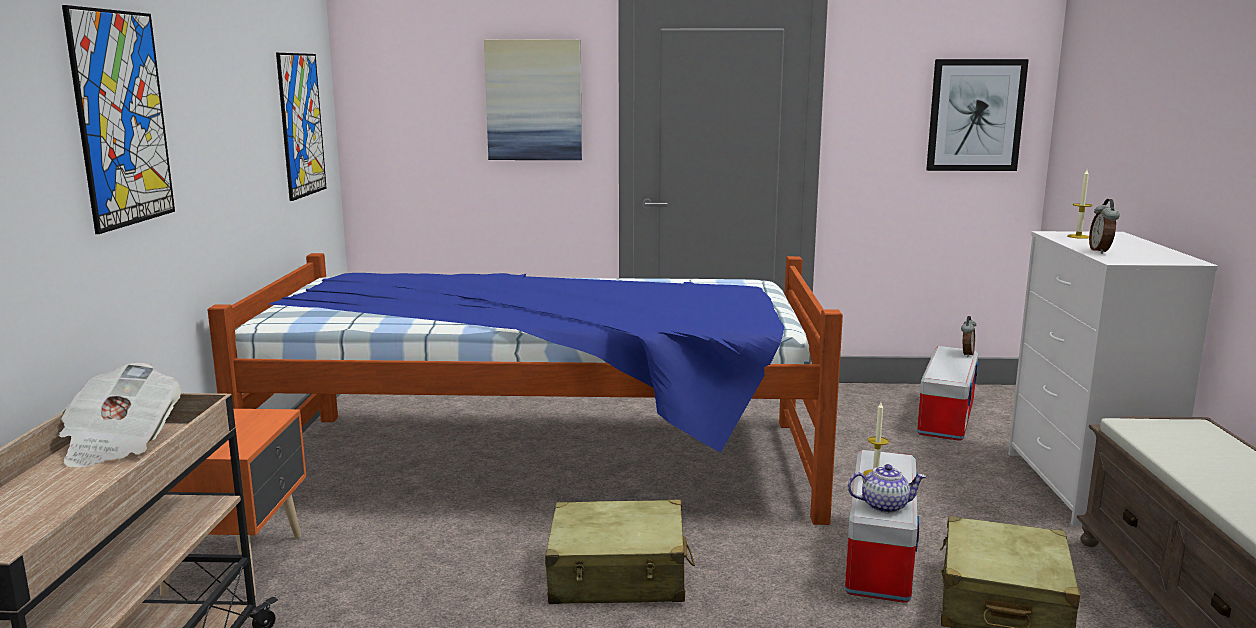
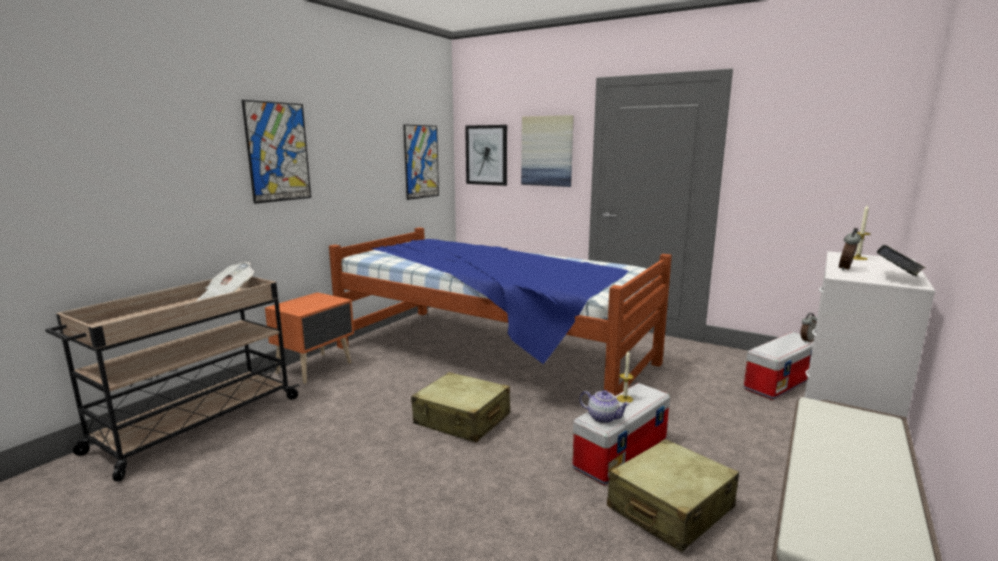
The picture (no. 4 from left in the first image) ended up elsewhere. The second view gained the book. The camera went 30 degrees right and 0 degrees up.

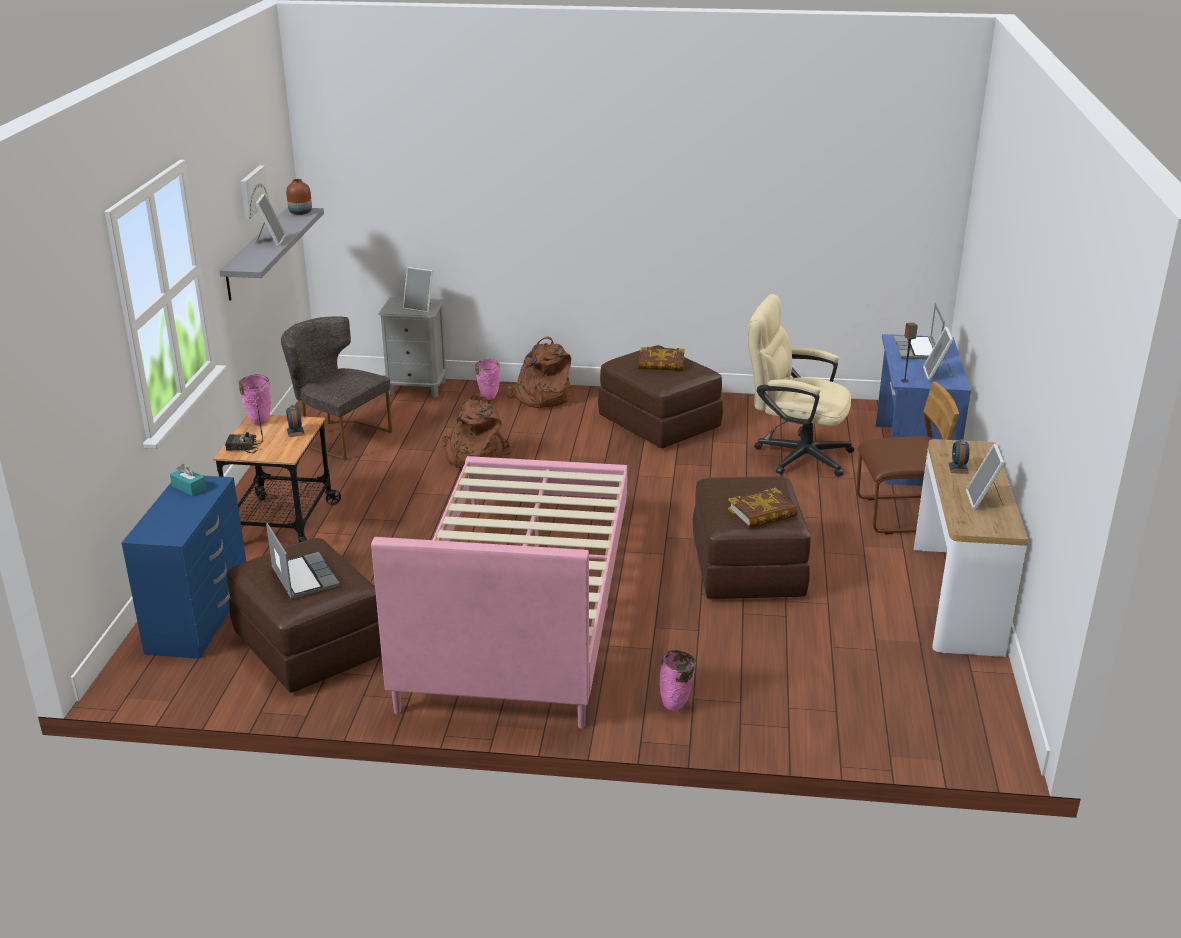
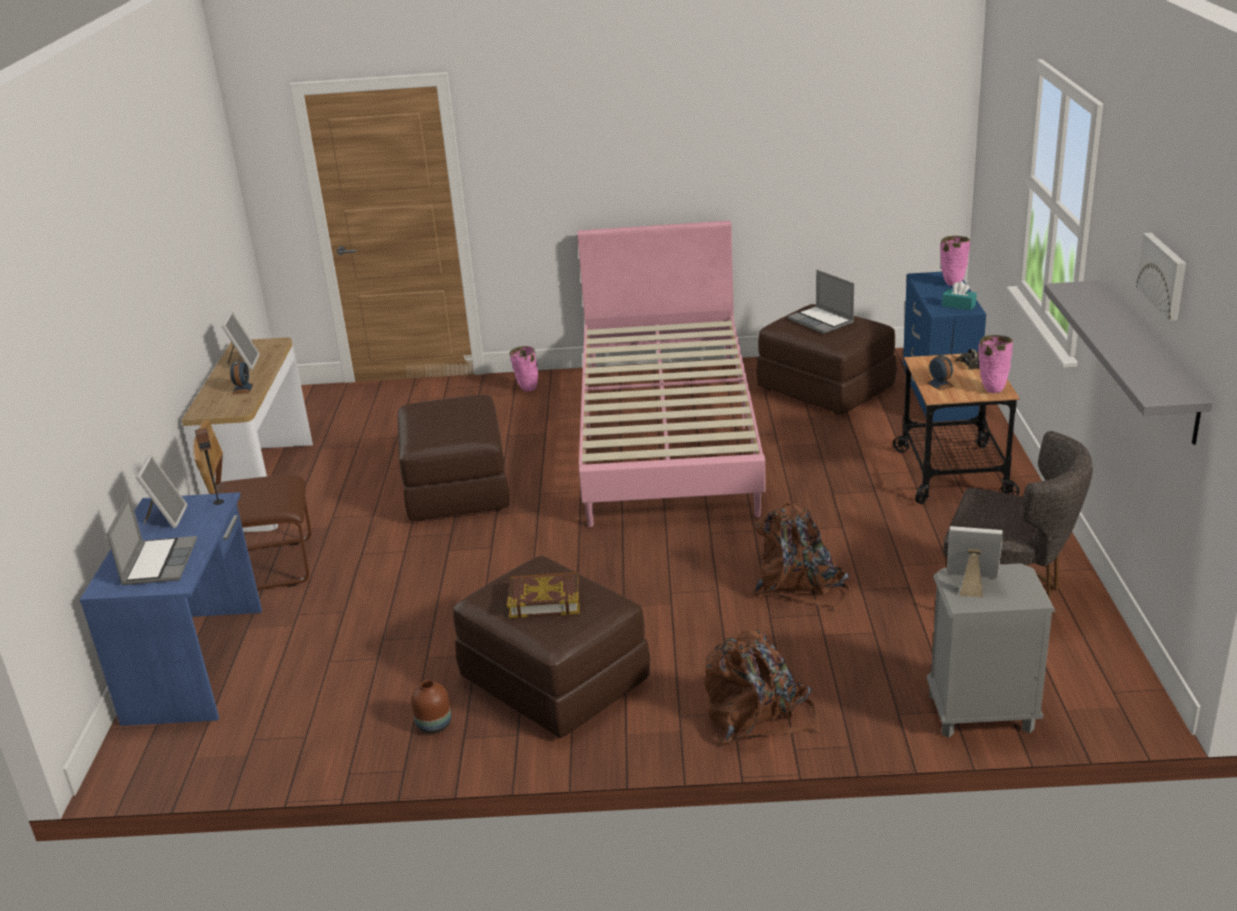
The brown vase ended up elsewhere. The pink vase (no. 2 from left) ended up elsewhere. The second view lost the picture frame (no. 1 from left). The second view lost the book (no. 2 from left). The second view lost the beige office chair. The camera went 175 degrees right and 0 degrees up.

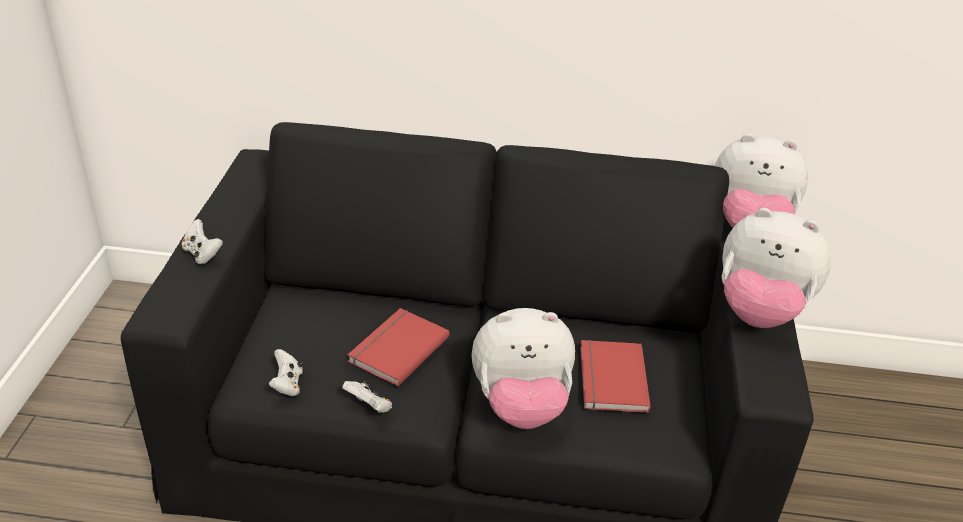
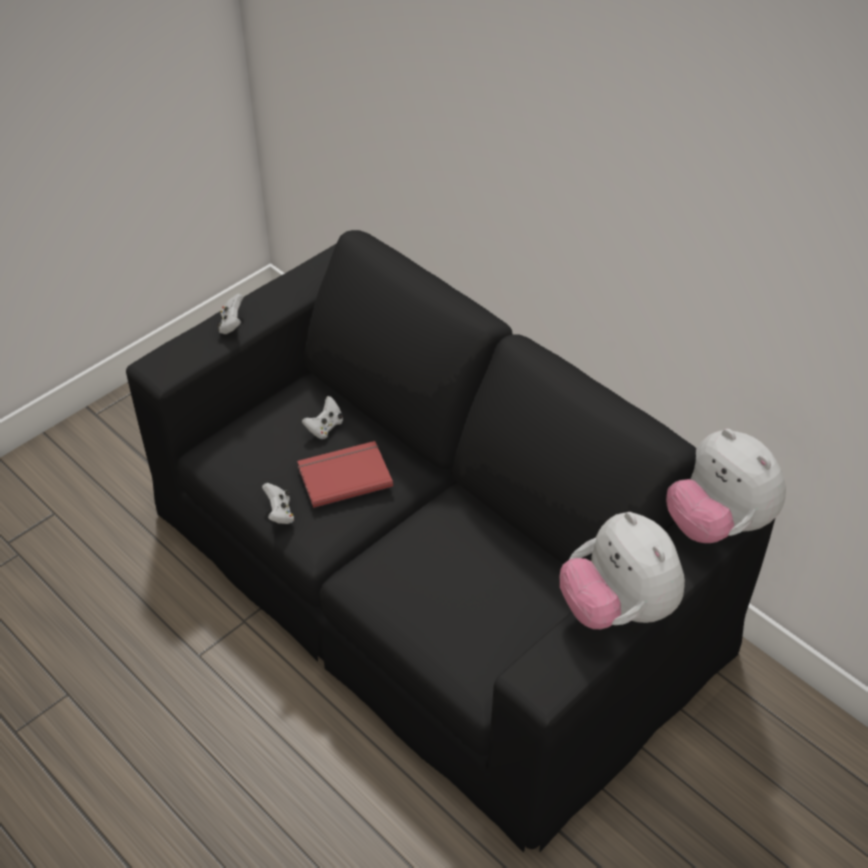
The white game controller (no. 2 from left in the first image) ended up elsewhere. The second view lost the plush toy (no. 1 from left). The second view lost the red book (no. 2 from left). The camera went 40 degrees right and 10 degrees up.

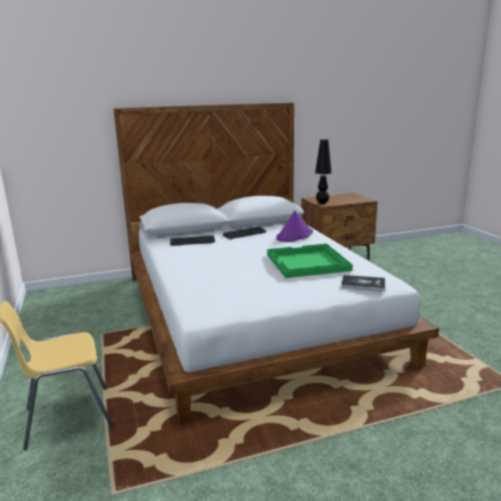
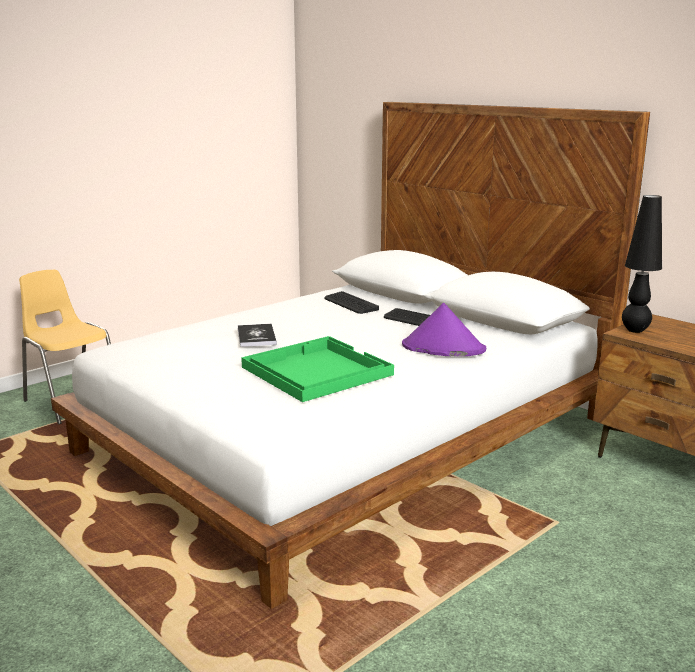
The book ended up elsewhere. The camera went 65 degrees right and 0 degrees up.

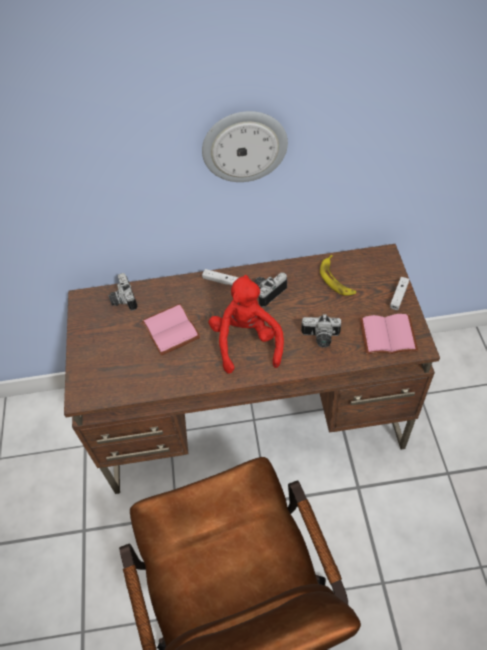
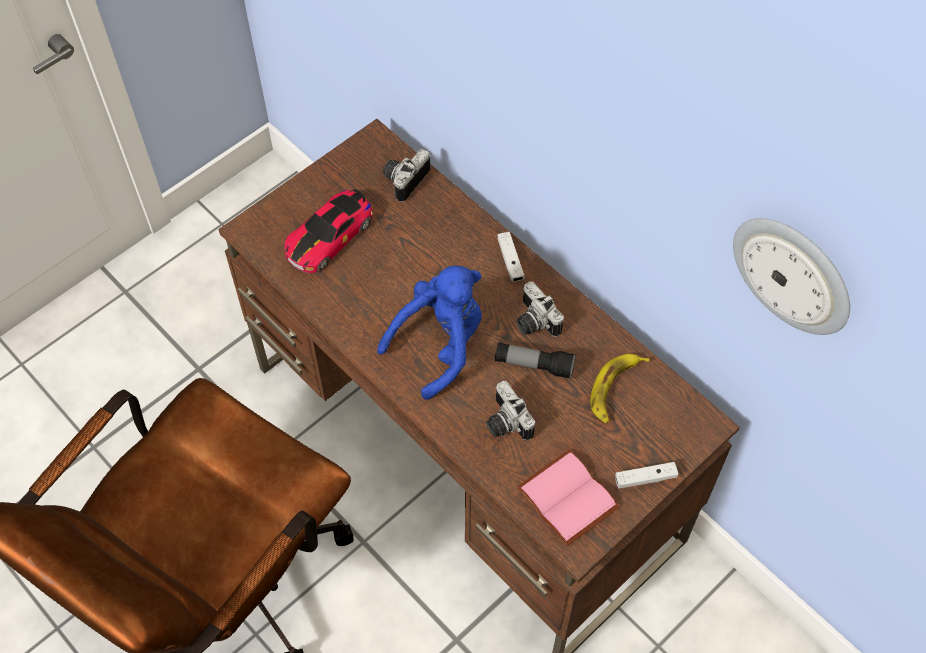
The second view gained the toy car. What was the red plush toy turned into the blue plush toy. The second view gained the flashlight. The photo camera (no. 2 from left in the first image) ended up facing another way, 135 degrees counterclockwise from before. The wall clock ended up elsewhere. The second view lost the pink book (no. 1 from left). The camera went 50 degrees right and 5 degrees up.

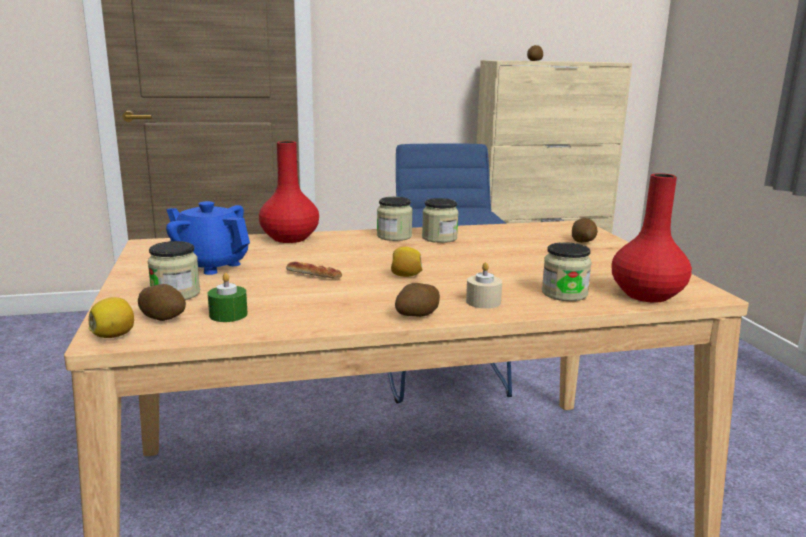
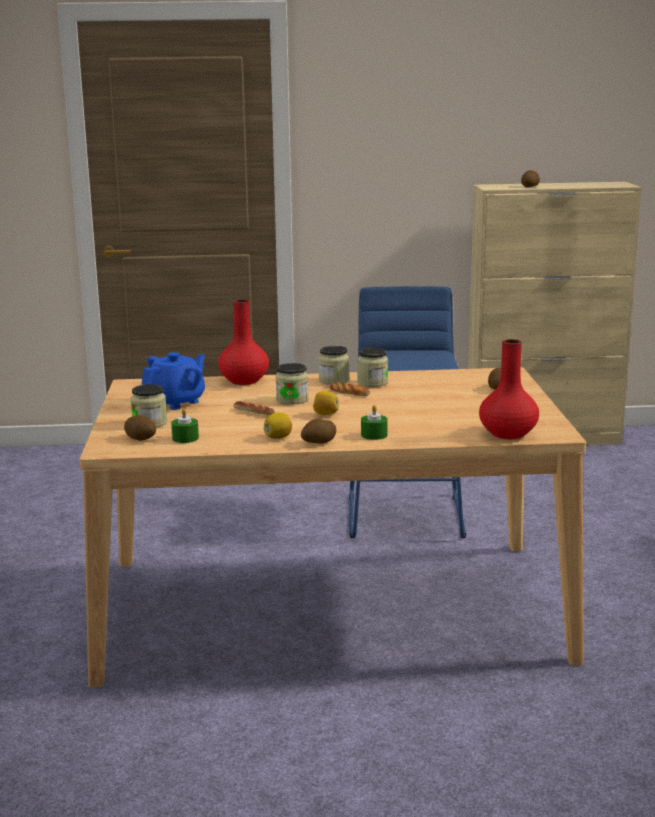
The blue teapot ended up facing another way, 90 degrees clockwise from before. The lemon (no. 1 from left) ended up elsewhere. The jar (no. 4 from left in the first image) ended up elsewhere. The second view gained the bread (no. 2 from left). What was the beige candle turned into the green candle (no. 2 from left). The camera went 10 degrees right and 0 degrees up.

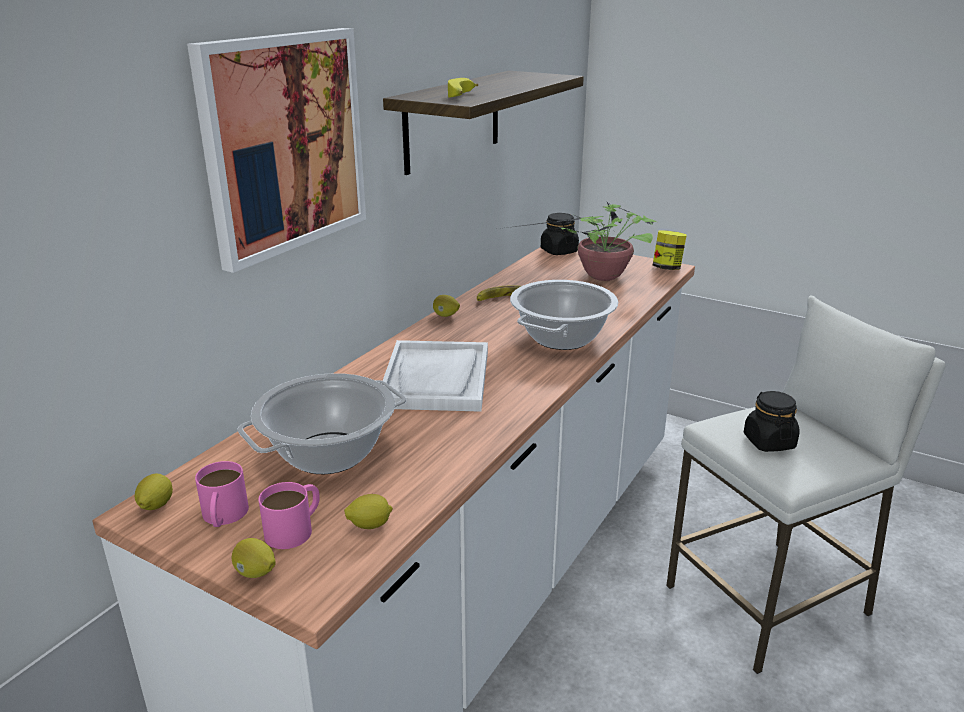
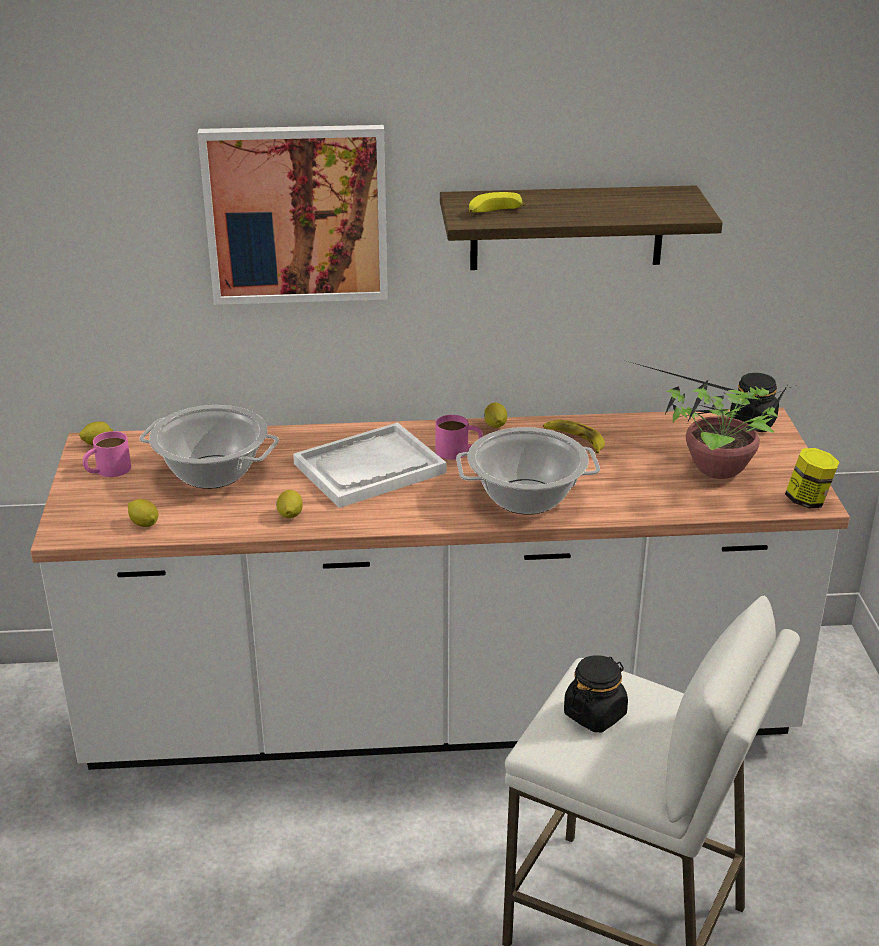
The lemon (no. 2 from left in the first image) ended up elsewhere. The pink mug (no. 2 from left) ended up elsewhere. The camera went 55 degrees right and 5 degrees up.

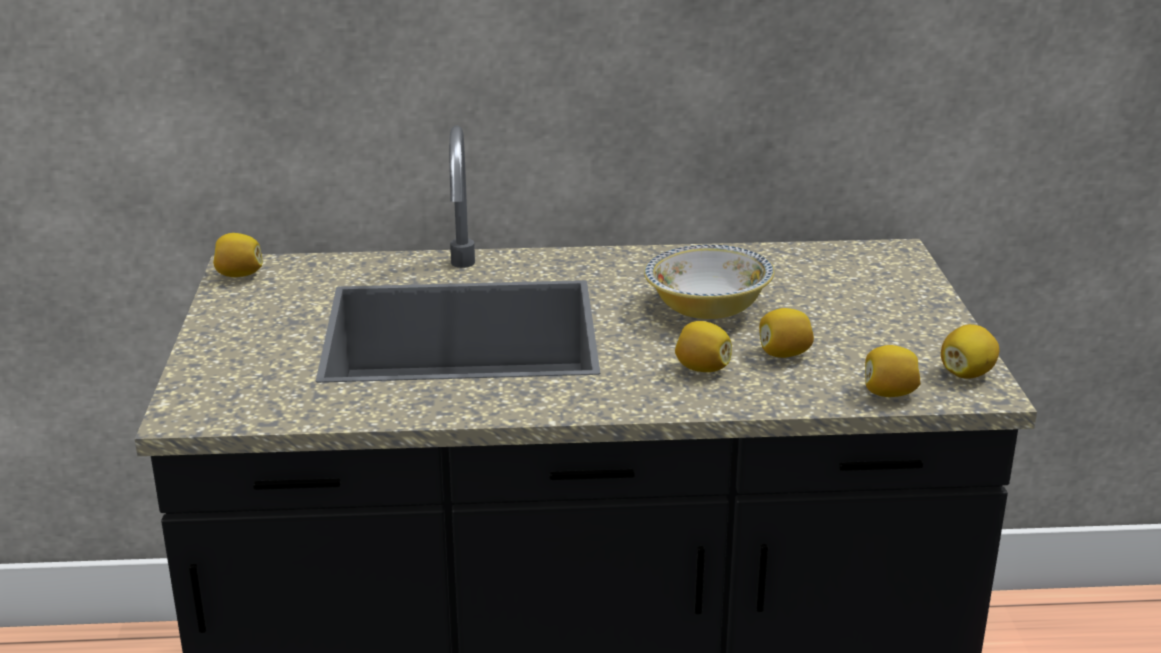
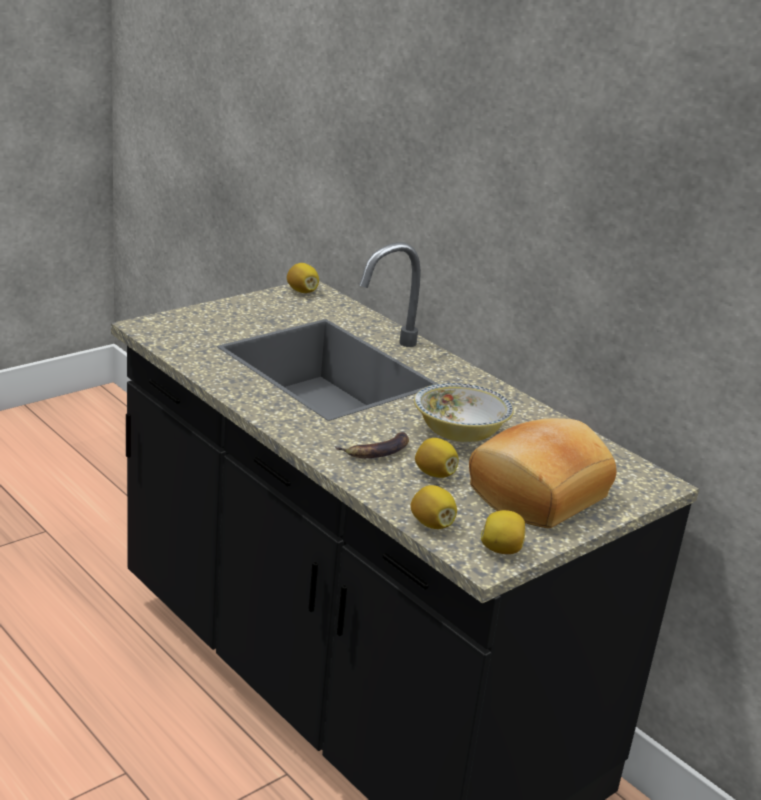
Where the lemon (no. 2 from left) stood, the banana came to stand. The second view gained the bread. The camera went 50 degrees right and 0 degrees up.

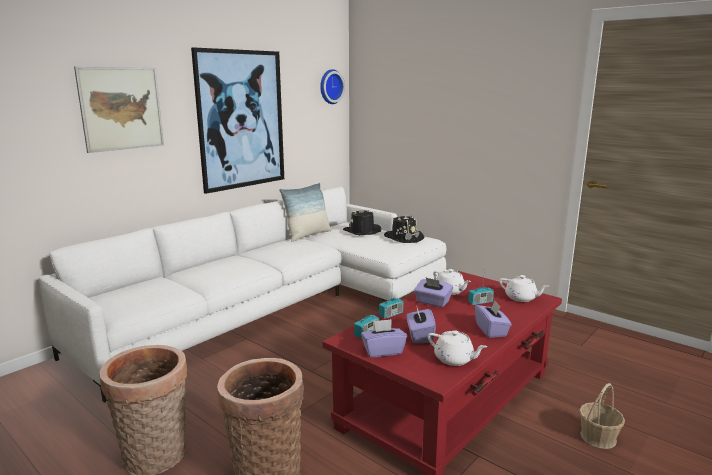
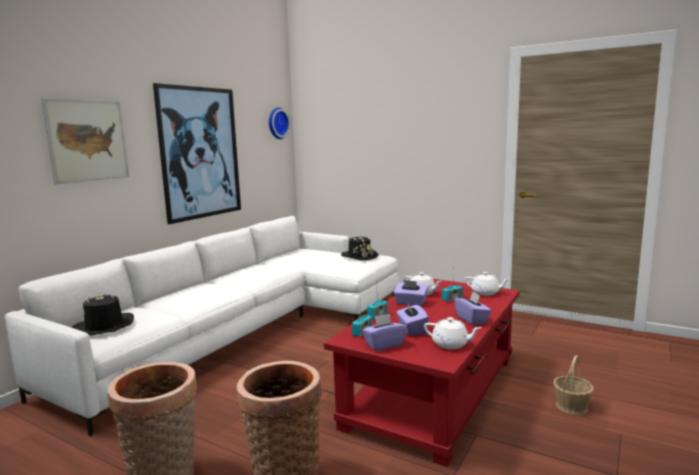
The black hat (no. 1 from left) ended up elsewhere. The second view lost the pillow. The camera went 10 degrees left and 5 degrees down.

